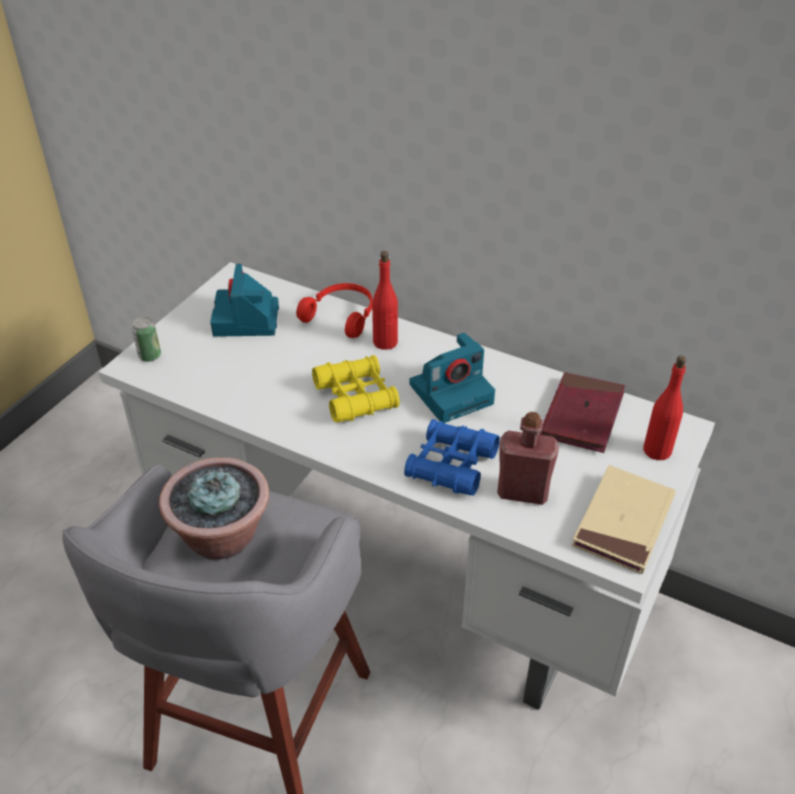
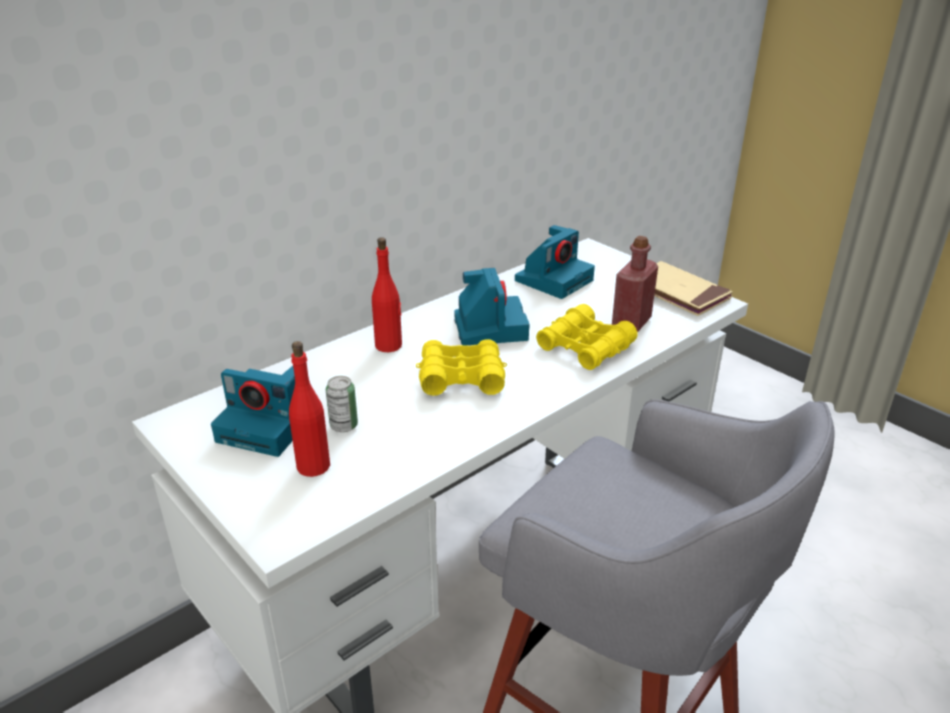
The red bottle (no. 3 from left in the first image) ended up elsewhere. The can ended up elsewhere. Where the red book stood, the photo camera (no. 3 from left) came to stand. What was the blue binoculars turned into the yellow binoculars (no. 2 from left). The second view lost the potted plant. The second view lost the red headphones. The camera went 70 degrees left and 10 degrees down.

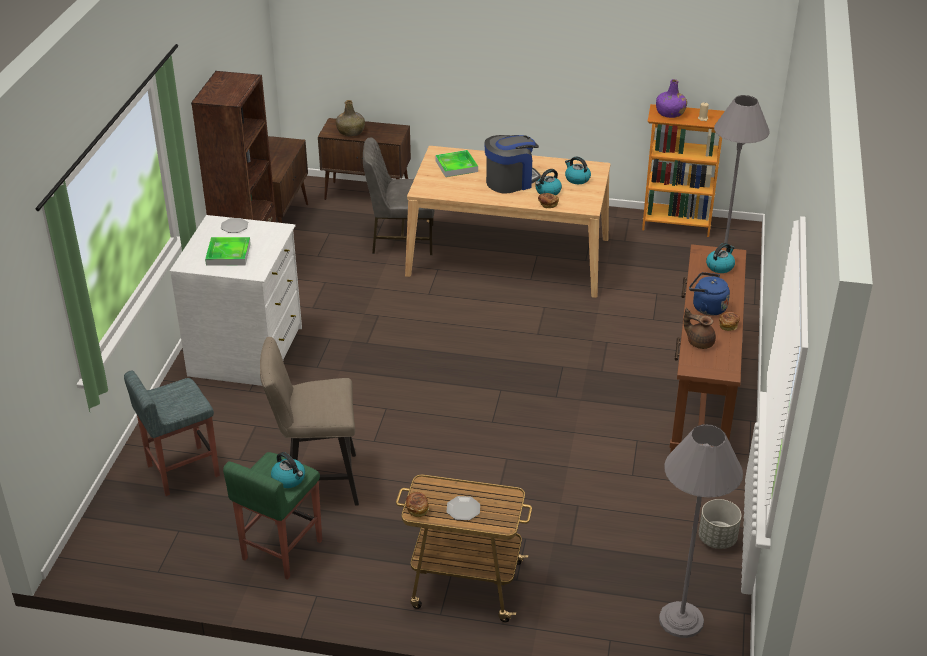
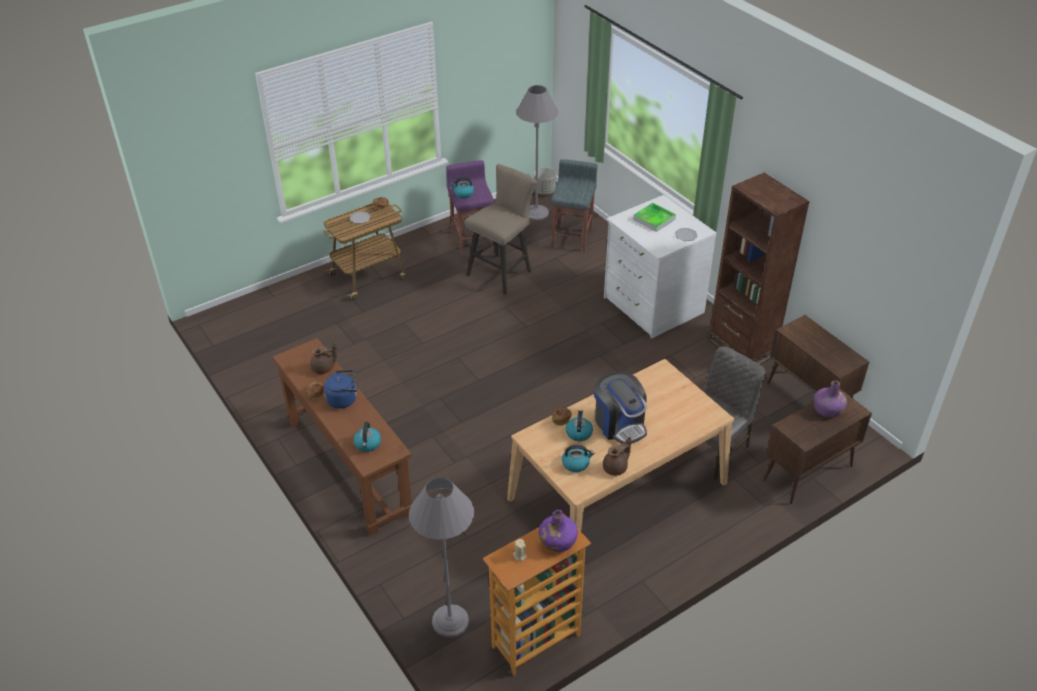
What was the green stool turned into the purple stool. The grey floor lamp (no. 1 from left in the first image) ended up elsewhere. The grey planter ended up elsewhere. The coffee machine ended up facing another way, 45 degrees counterclockwise from before. The second view gained the brown teapot (no. 2 from left). What was the green bottle turned into the purple bottle (no. 2 from left). The second view lost the tray (no. 2 from left). The camera went 135 degrees right and 5 degrees up.

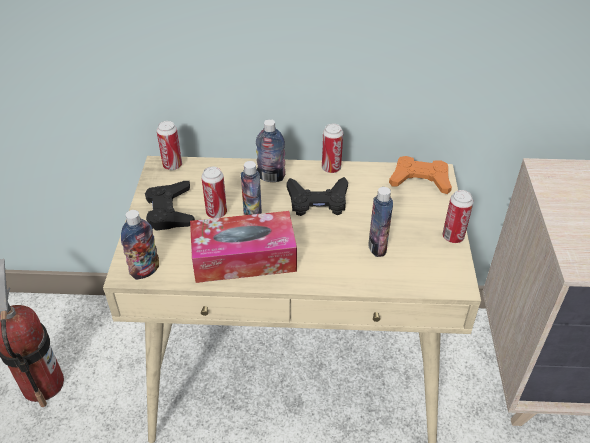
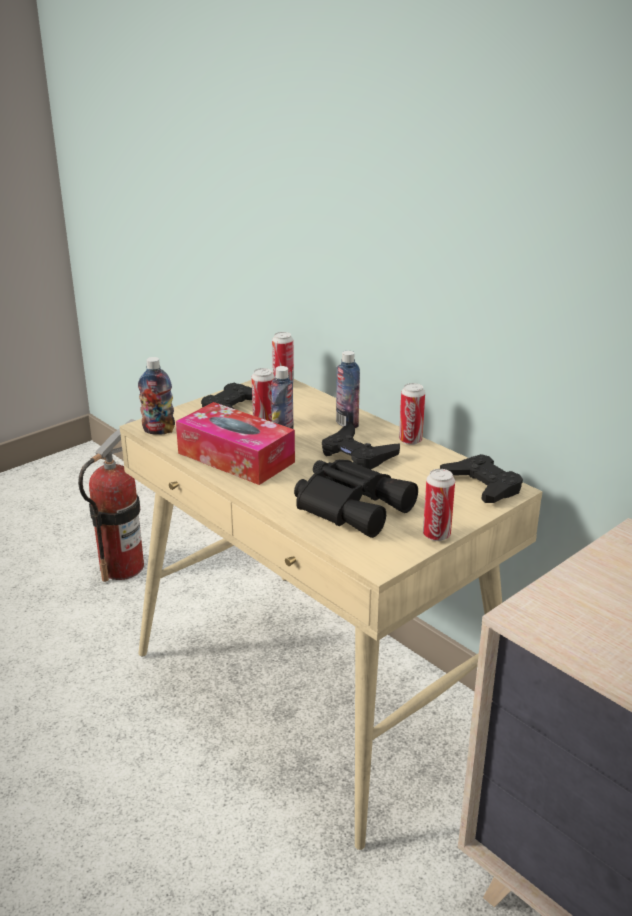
Where the bottle (no. 4 from left) stood, the black binoculars came to stand. What was the orange game controller turned into the black game controller (no. 3 from left). The camera went 45 degrees right and 15 degrees down.

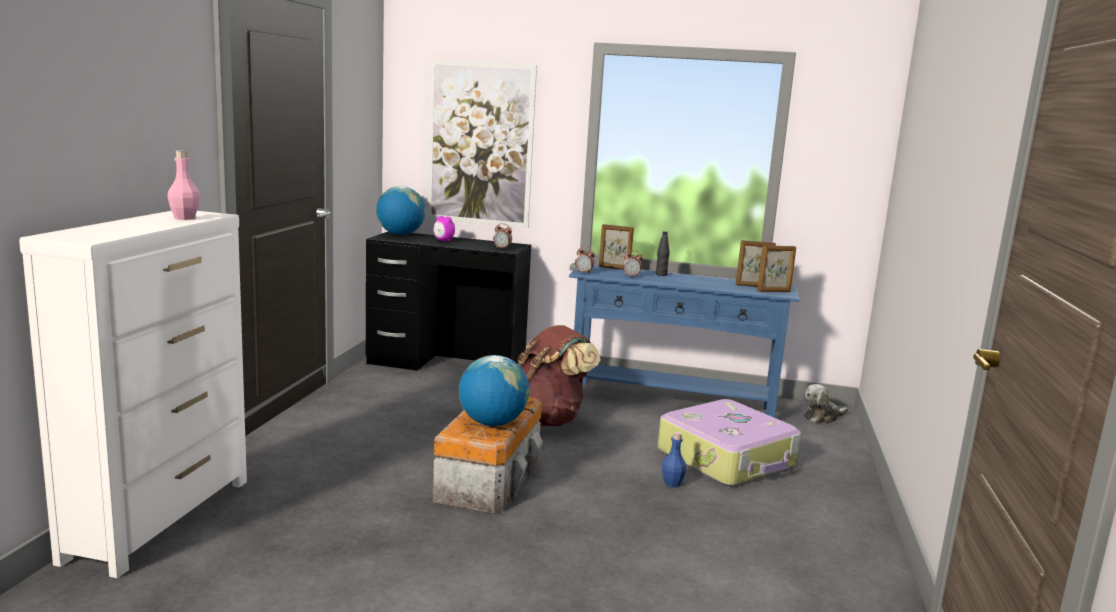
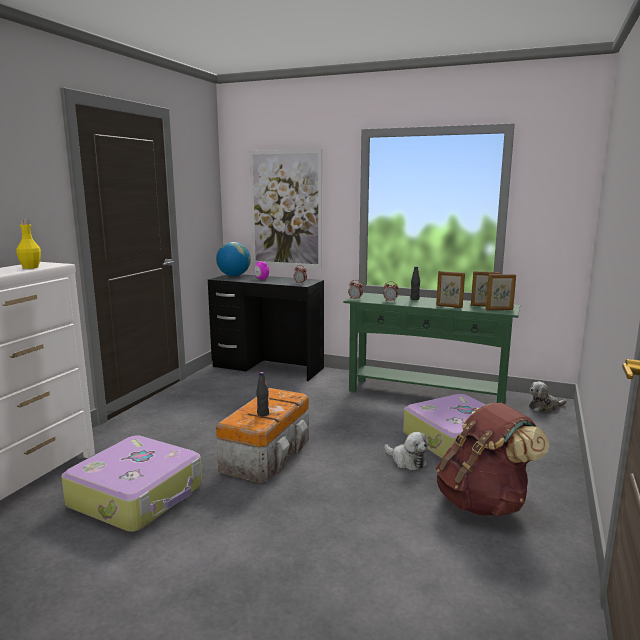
What was the pink bottle turned into the yellow bottle. The second view gained the suitcase (no. 1 from left). Where the globe (no. 2 from left) stood, the black bottle (no. 1 from left) came to stand. What was the blue console table turned into the green console table. Where the blue bottle stood, the plush toy (no. 1 from left) came to stand. The picture frame (no. 1 from left) ended up elsewhere. The brown backpack ended up elsewhere. The camera went 10 degrees right and 0 degrees up.

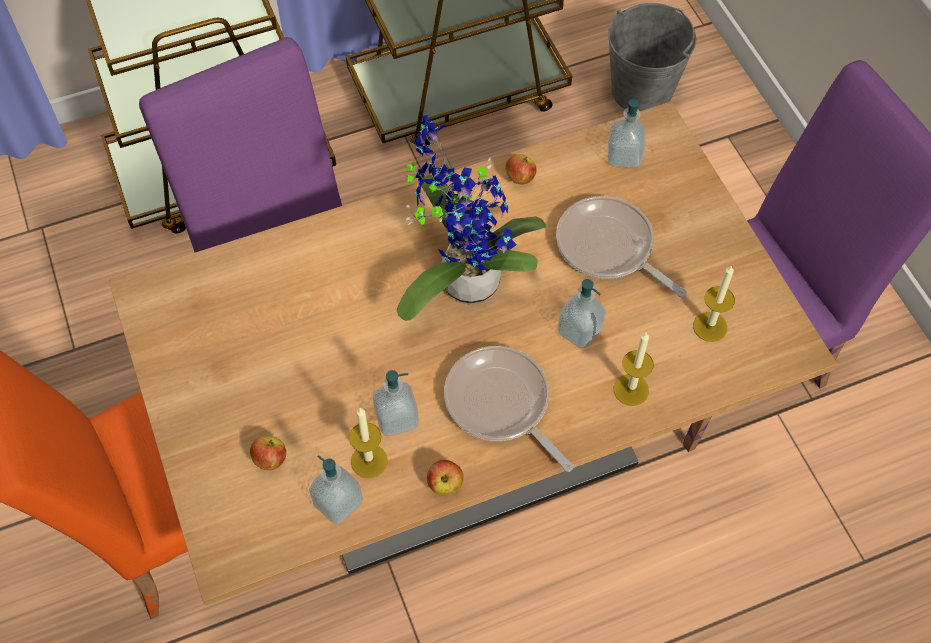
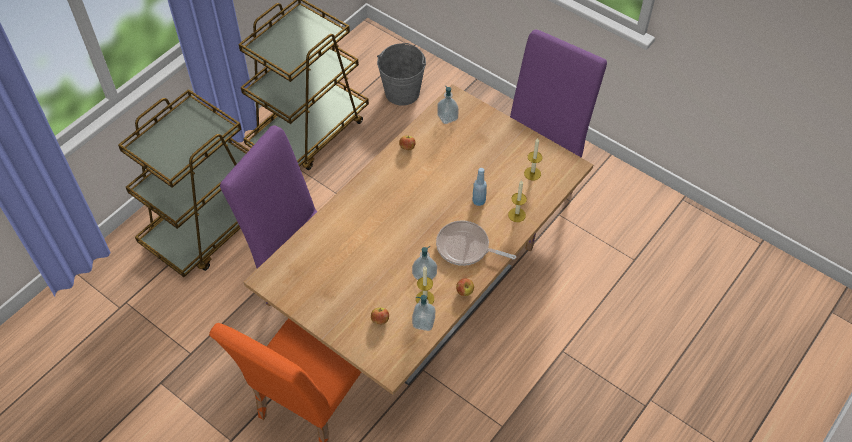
Where the soap dispenser (no. 3 from left) stood, the blue bottle came to stand. The second view lost the potted plant. The second view lost the frying pan (no. 2 from left). The camera went 30 degrees left and 5 degrees down.

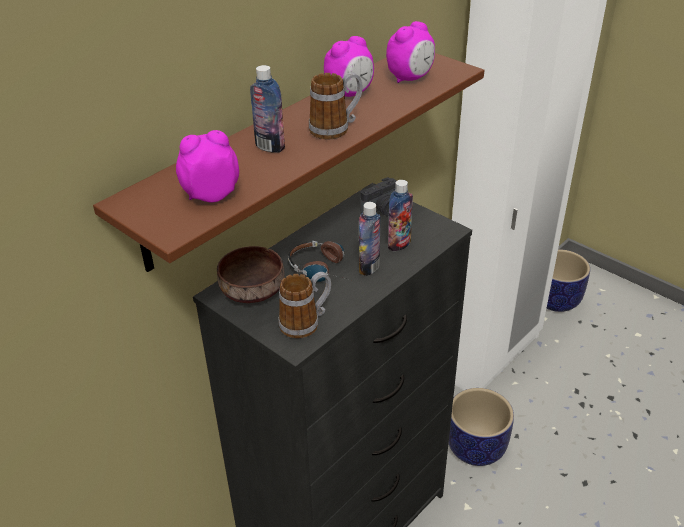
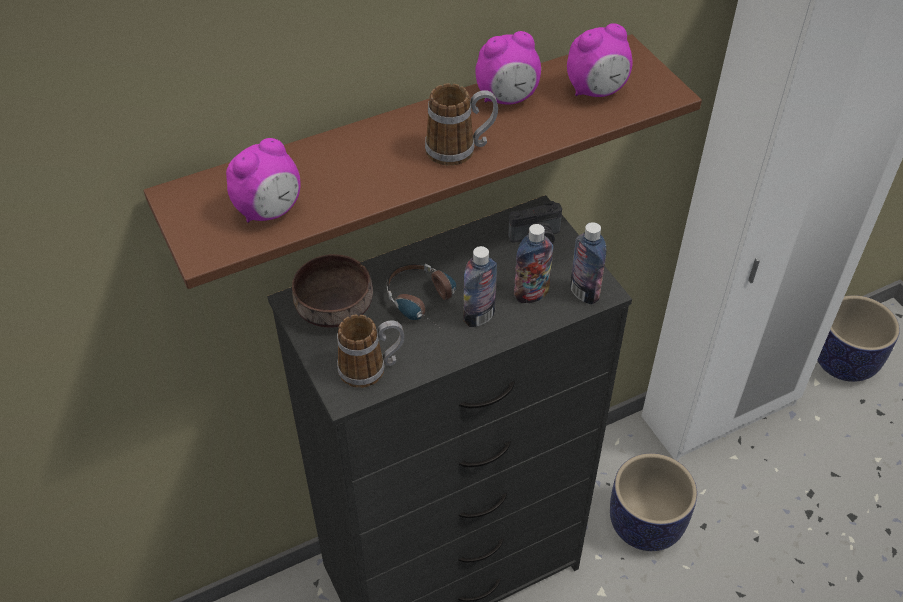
The alarm clock (no. 1 from left) ended up facing another way, 135 degrees clockwise from before. The bottle (no. 1 from left in the first image) ended up elsewhere. The camera went 20 degrees right and 10 degrees up.

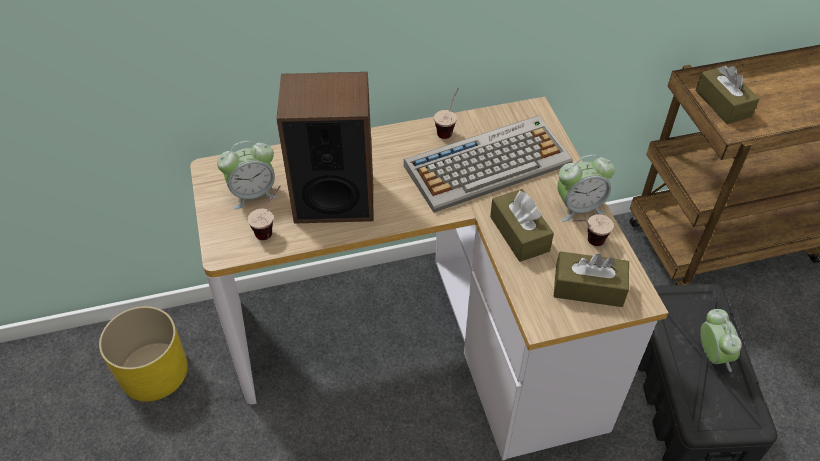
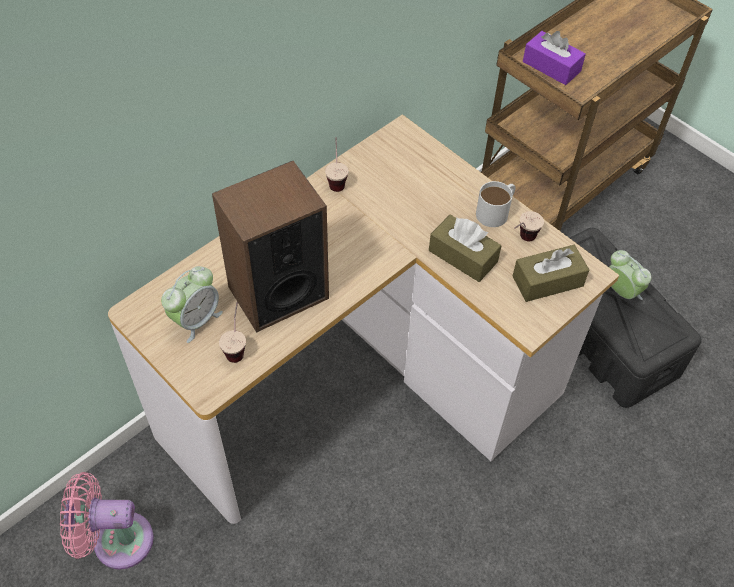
Where the yellow planter stood, the pink fan came to stand. Where the alarm clock (no. 2 from left) stood, the white mug came to stand. What was the brown tissue box (no. 3 from left) turned into the purple tissue box. The second view lost the keyboard. The camera went 30 degrees left and 5 degrees up.

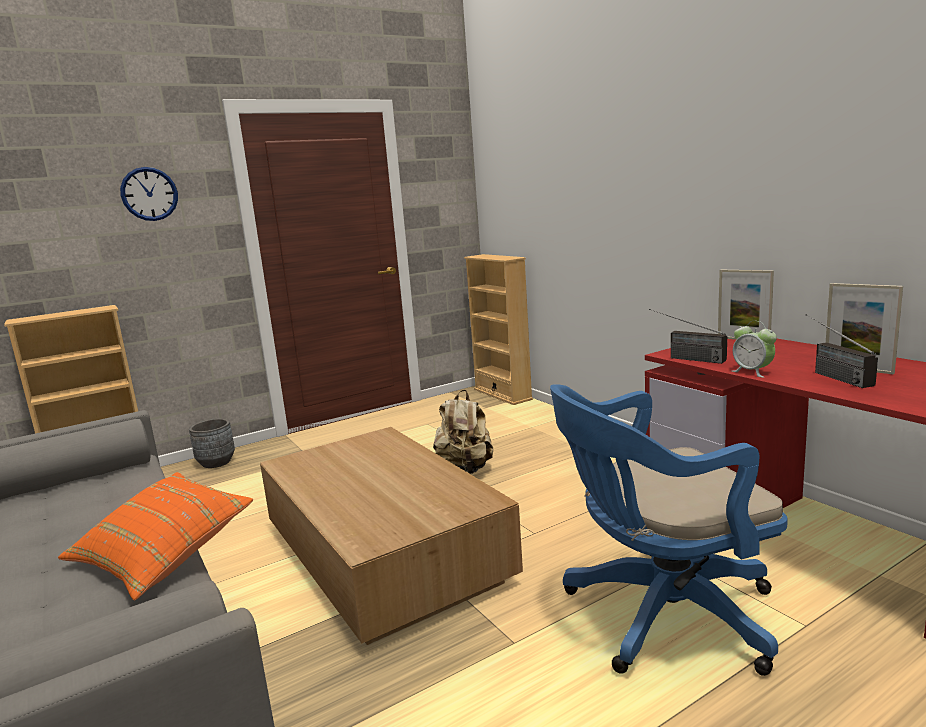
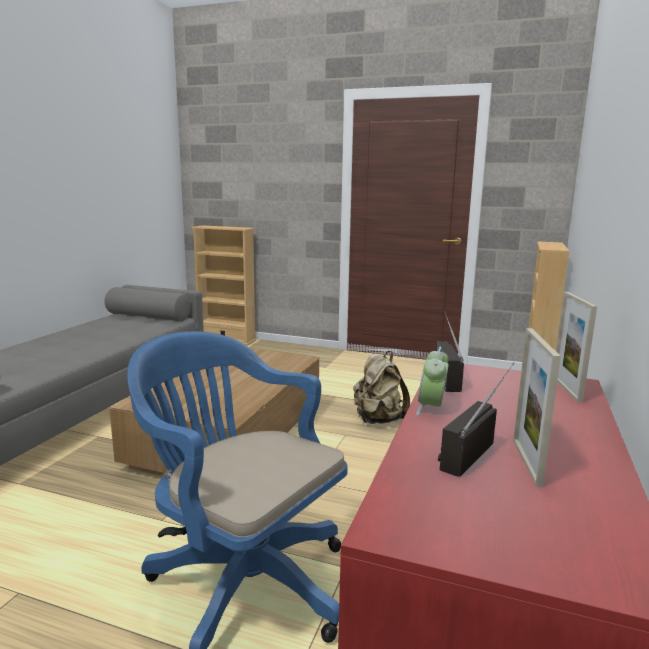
The second view lost the orange pillow. The second view lost the wall clock. The second view lost the grey planter. The camera went 50 degrees right and 0 degrees up.

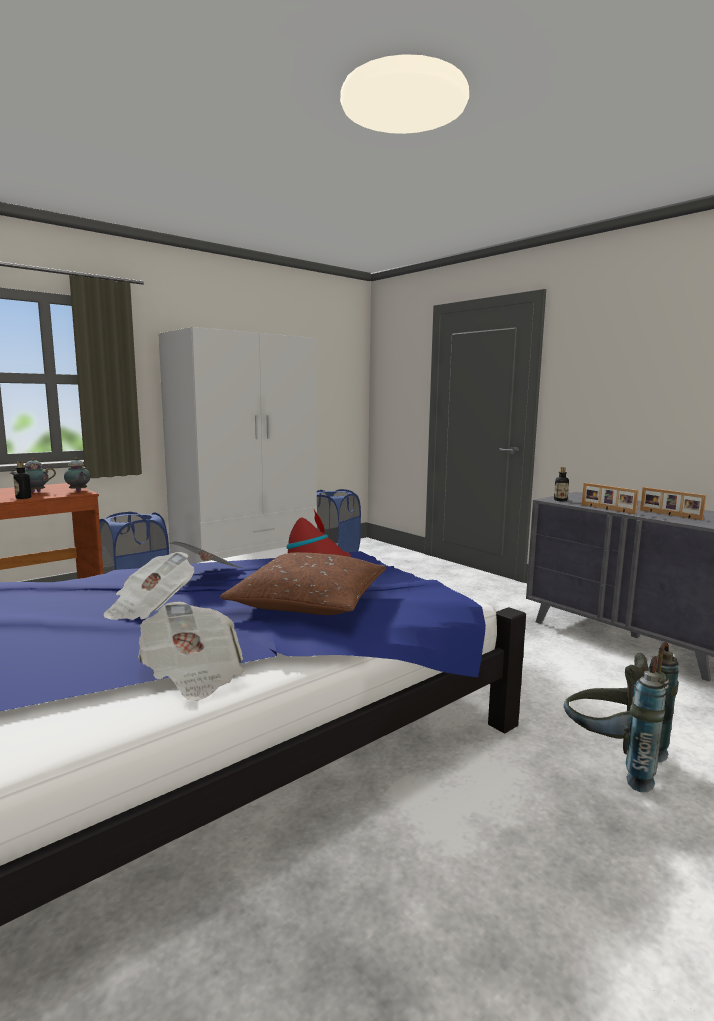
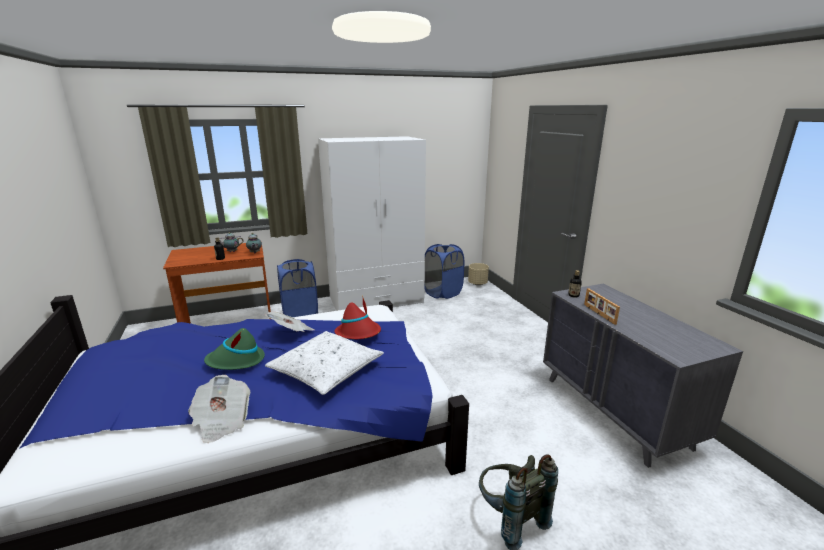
Where the newspaper (no. 1 from left) stood, the green hat came to stand. What was the brown pillow turned into the white pillow. The second view gained the beige planter. The second view lost the picture frame (no. 2 from left). The camera went 20 degrees right and 10 degrees up.

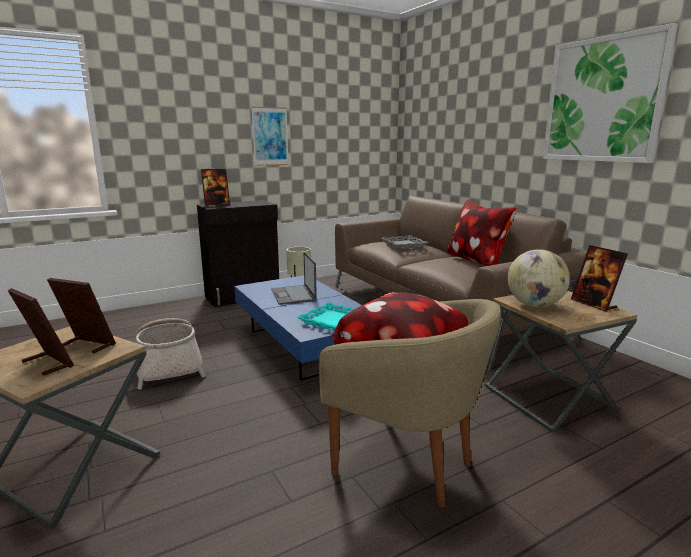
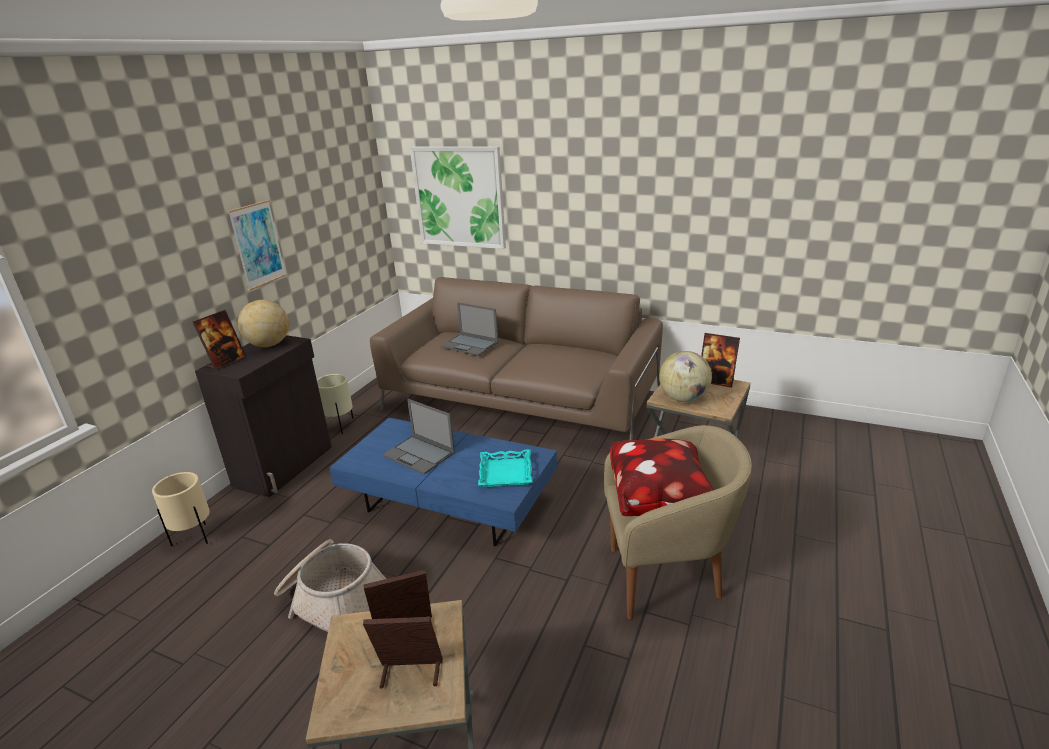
The second view gained the beige planter (no. 1 from left). The second view gained the globe (no. 1 from left). The picture (no. 2 from left) ended up elsewhere. Where the grey tray stood, the laptop (no. 2 from left) came to stand. The second view lost the pillow (no. 2 from left). The camera went 35 degrees left and 10 degrees up.

